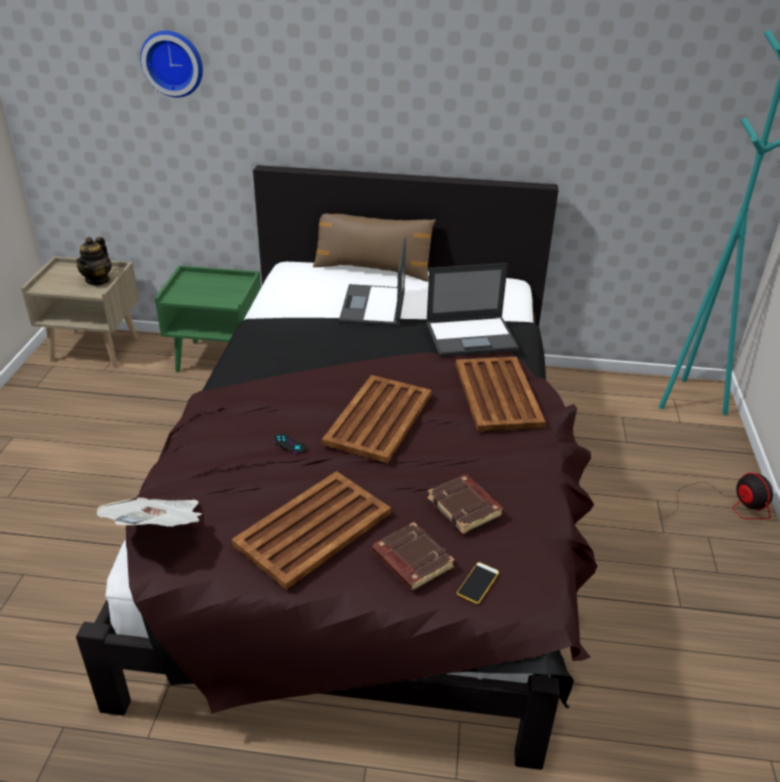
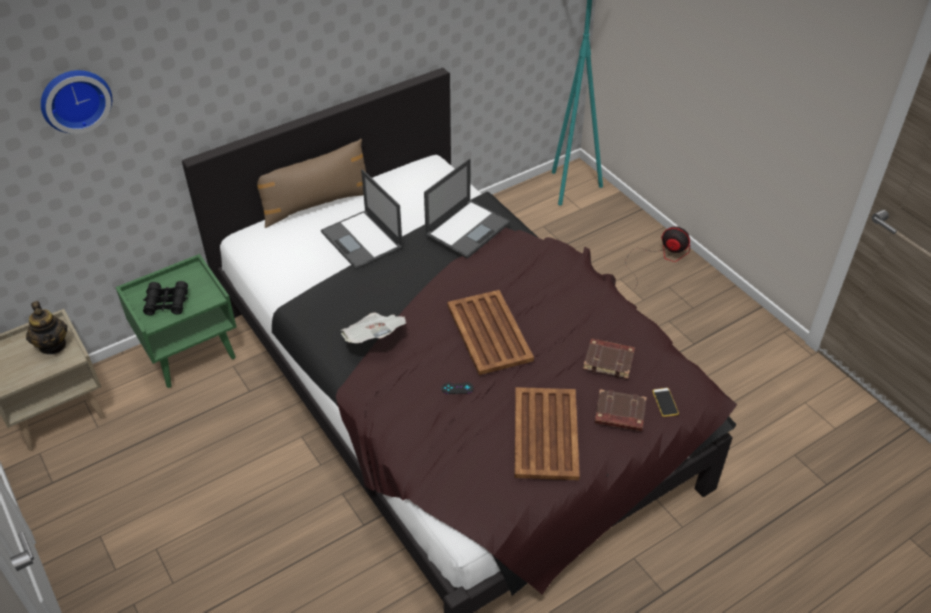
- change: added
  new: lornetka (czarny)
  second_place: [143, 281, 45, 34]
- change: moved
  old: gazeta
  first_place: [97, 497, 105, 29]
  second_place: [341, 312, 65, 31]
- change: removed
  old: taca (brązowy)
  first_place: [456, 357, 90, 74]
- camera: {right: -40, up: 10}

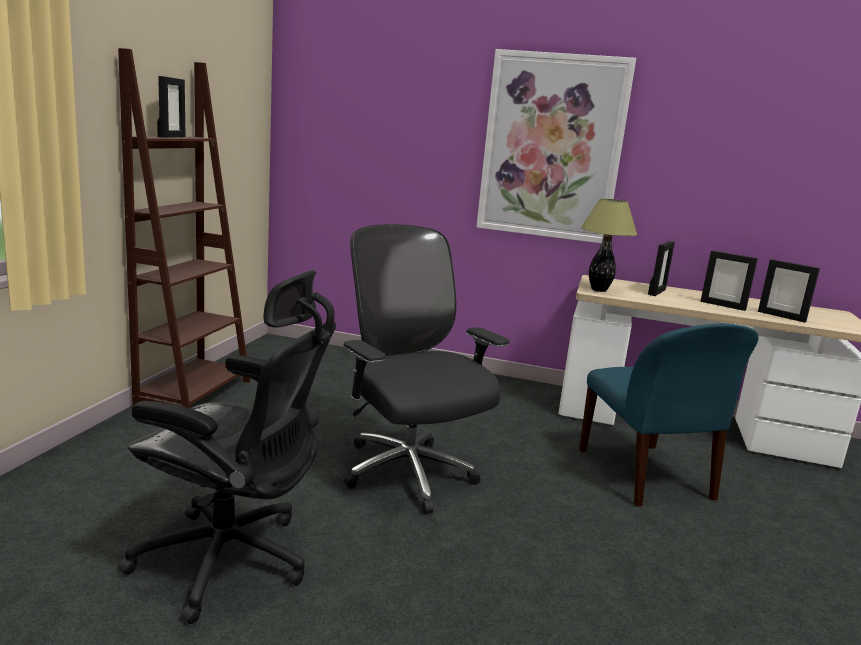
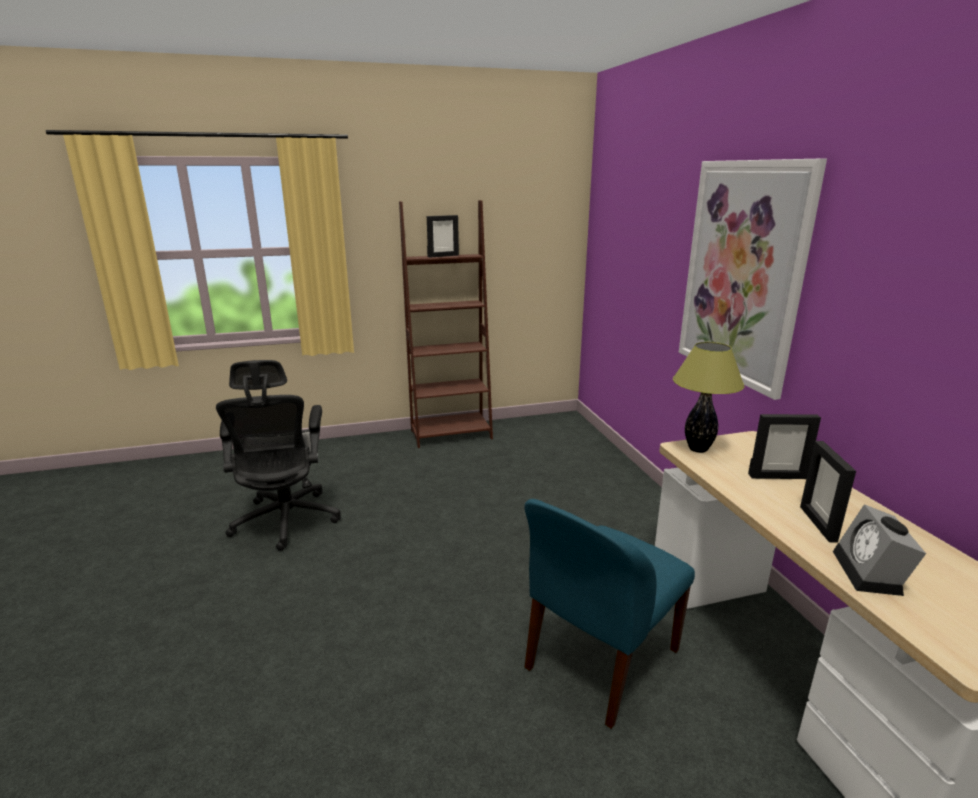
- change: replaced
  old: ramka na zdjęcie
  new: budzik
  first_place: [758, 259, 62, 64]
  second_place: [833, 504, 93, 92]
- change: removed
  old: krzesło biurowe
  first_place: [344, 224, 165, 290]
- camera: {right: 60, up: 5}

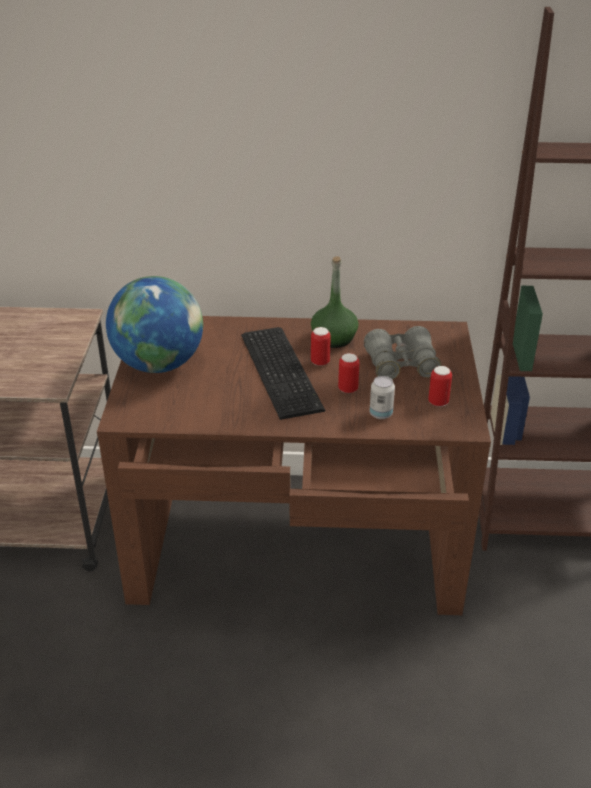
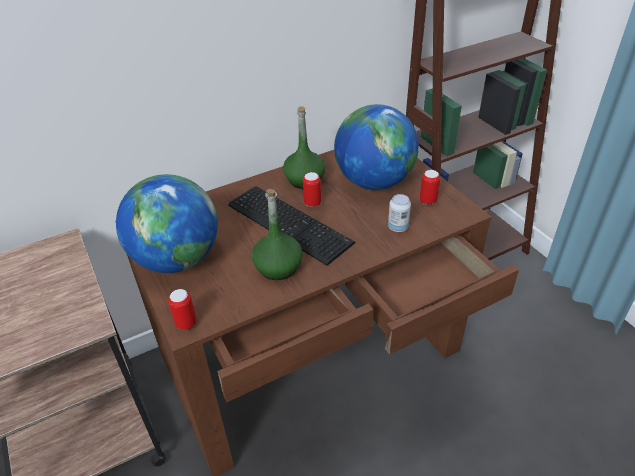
- change: moved
  old: puszka
  first_place: [338, 353, 22, 40]
  second_place: [168, 289, 29, 41]
- change: added
  new: butelka (zielony)
  second_place: [252, 189, 51, 91]
- change: replaced
  old: lornetka (szary)
  new: globus
  first_place: [364, 326, 77, 54]
  second_place: [334, 104, 85, 86]
- camera: {right: -30, up: 5}

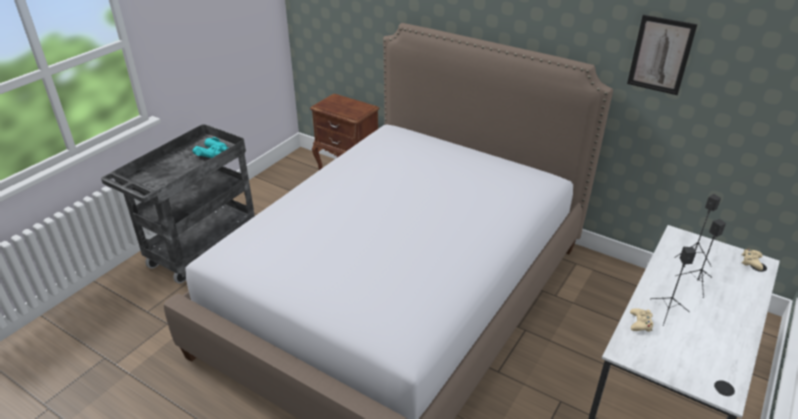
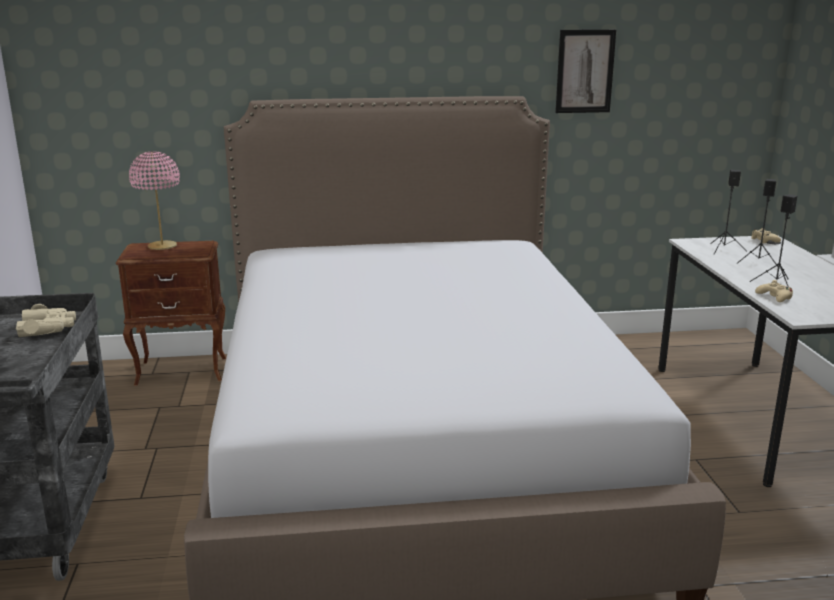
- change: recoloured
  old: lornetka (turkusowy)
  new: lornetka (beżowy)
  first_place: [192, 137, 36, 21]
  second_place: [16, 304, 60, 33]
- change: added
  new: lampa stołowa (różowy)
  second_place: [129, 151, 51, 99]
- camera: {right: -40, up: -15}

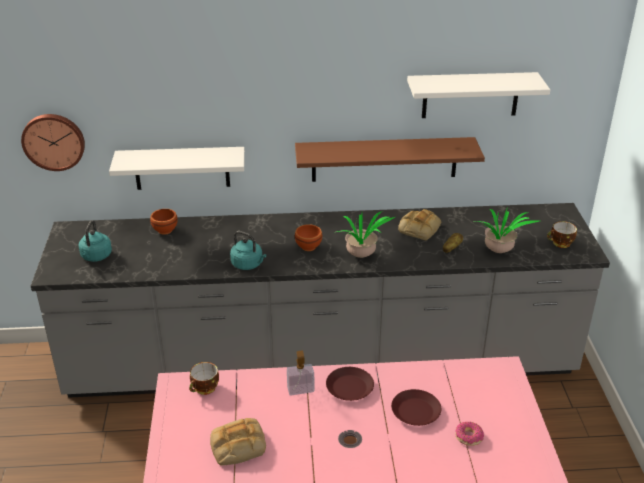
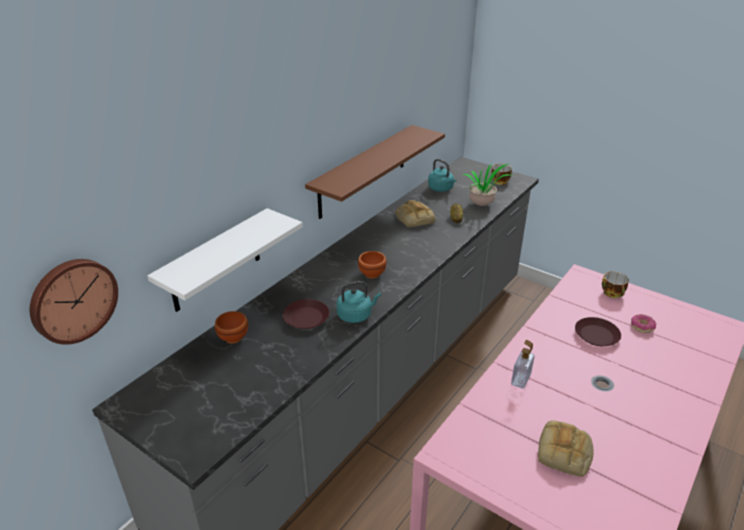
- change: moved
  old: talerz (brązowy)
  first_place: [326, 367, 48, 34]
  second_place: [283, 299, 46, 30]
- change: moved
  old: czajnik (turkusowy)
  first_place: [79, 220, 33, 42]
  second_place: [428, 159, 29, 33]
- change: moved
  old: filiżanka
  first_place: [189, 362, 30, 33]
  second_place: [602, 271, 27, 27]
- change: removed
  old: roślina doniczkowa
  first_place: [337, 211, 58, 47]
- change: removed
  old: półka (biały)
  first_place: [407, 72, 143, 46]
- camera: {right: -50, up: 0}

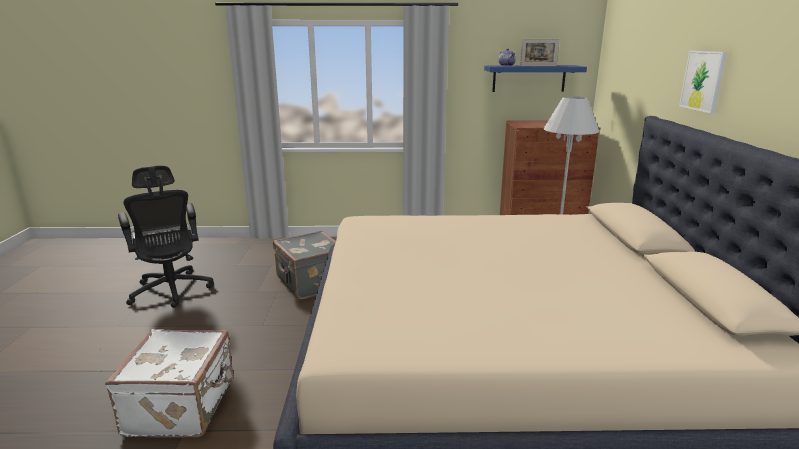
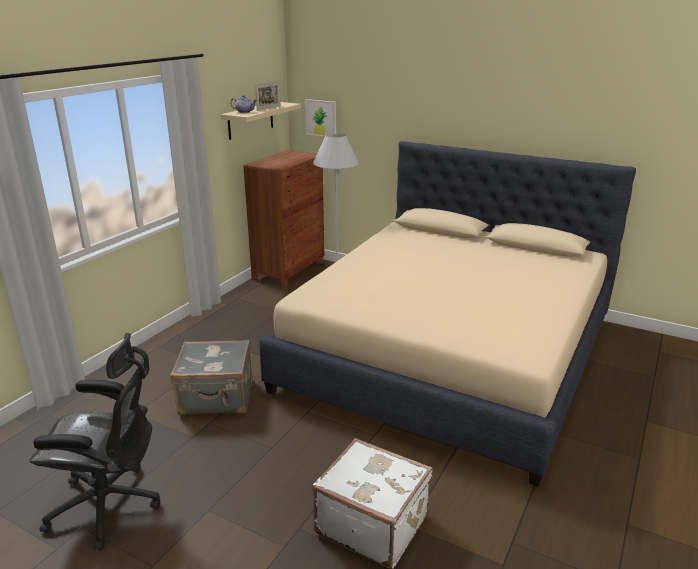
- change: recoloured
  old: półka (niebieski)
  new: półka (beżowy)
  first_place: [484, 65, 103, 27]
  second_place: [221, 102, 80, 38]
- change: moved
  old: obraz
  first_place: [679, 51, 48, 63]
  second_place: [305, 99, 31, 38]
- camera: {right: -60, up: 5}

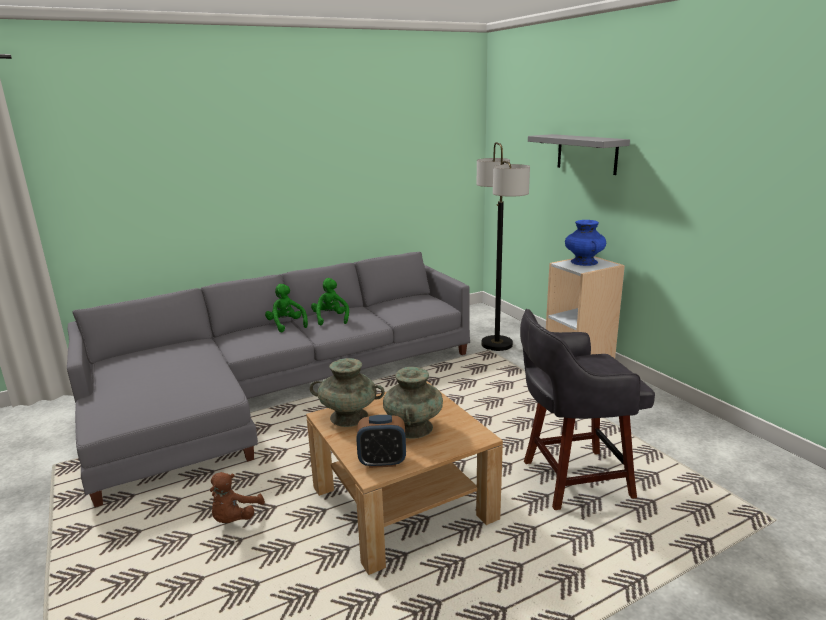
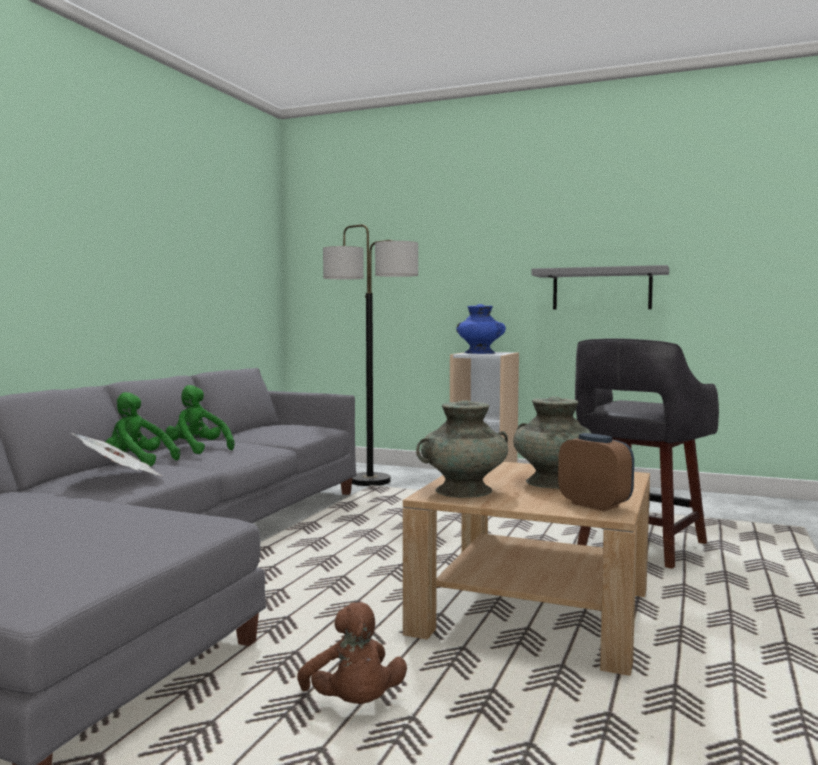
- change: added
  new: gazeta
  second_place: [70, 433, 92, 43]
- change: moved
  old: półka (szary)
  first_place: [528, 134, 102, 41]
  second_place: [531, 265, 138, 45]
- change: turned
  old: budzik
  first_place: [356, 415, 50, 53]
  second_place: [558, 433, 76, 78]
  degrees: -90
- camera: {right: -40, up: -15}

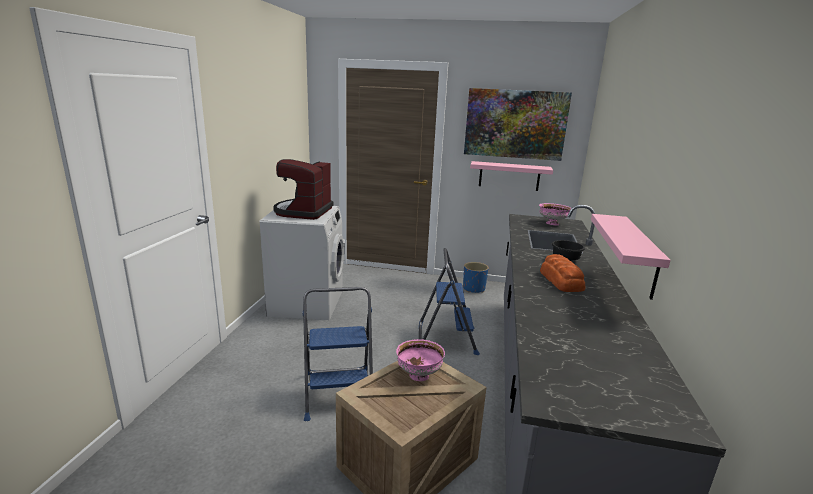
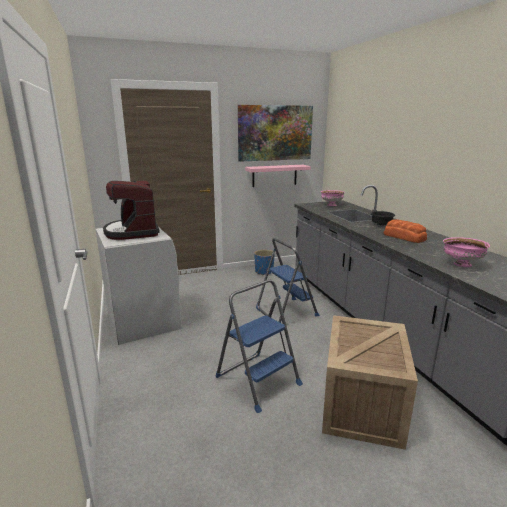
- change: moved
  old: miska (różowy)
  first_place: [396, 339, 49, 42]
  second_place: [443, 237, 47, 30]
- change: removed
  old: półka (różowy)
  first_place: [591, 214, 80, 86]
- camera: {right: -30, up: 0}

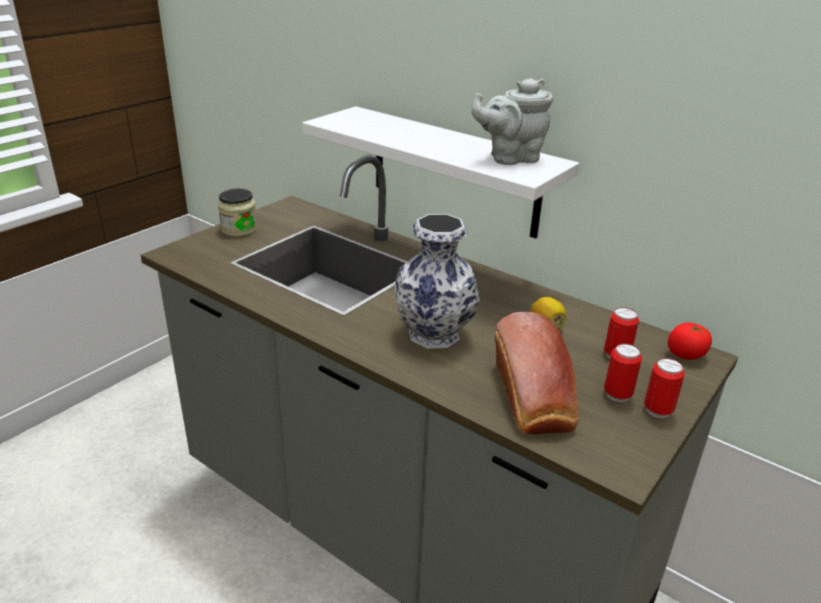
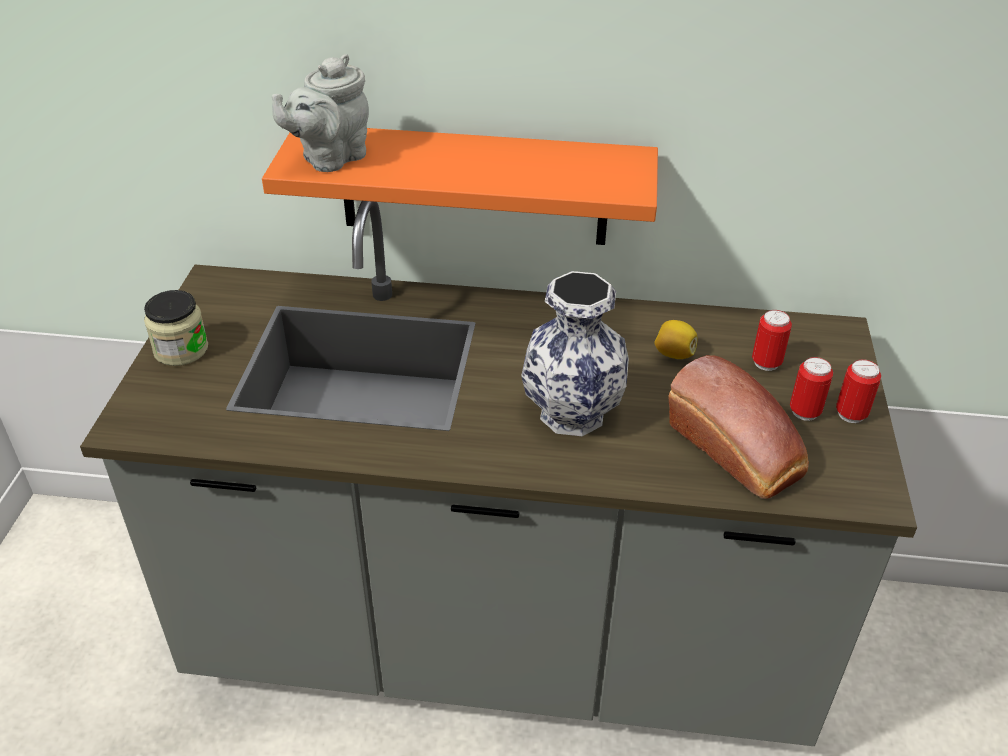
- change: recoloured
  old: półka (biały)
  new: półka (pomarańczowy)
  first_place: [302, 106, 277, 133]
  second_place: [262, 128, 396, 117]
- change: moved
  old: imbryk (szary)
  first_place: [471, 78, 82, 87]
  second_place: [272, 54, 97, 118]
- change: removed
  old: pomidor
  first_place: [668, 323, 44, 37]
- camera: {right: -30, up: 10}

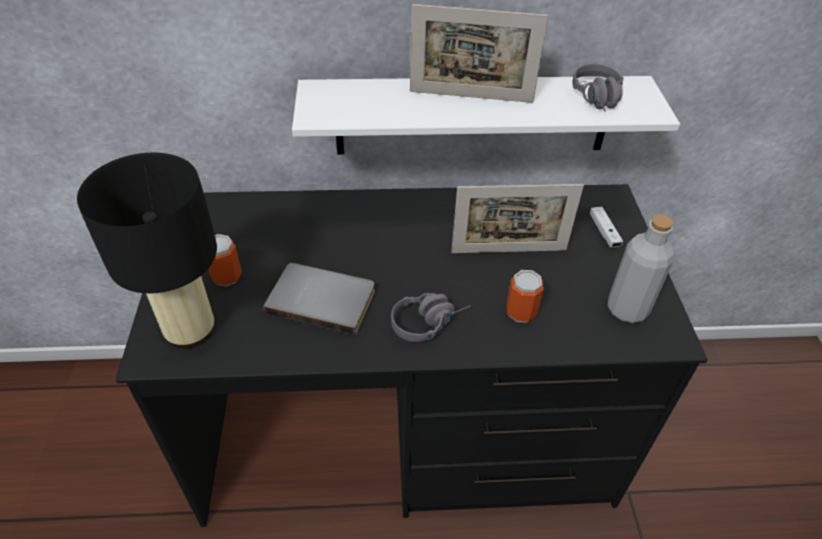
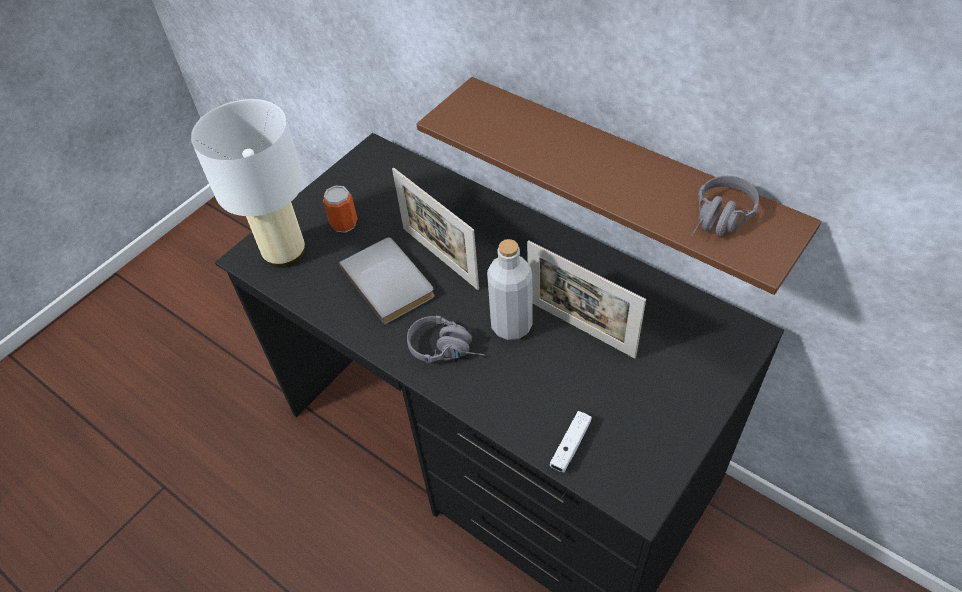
- change: recoloured
  old: lampa stołowa (czarny)
  new: lampa stołowa (biały)
  first_place: [77, 153, 140, 196]
  second_place: [191, 99, 114, 169]
- change: moved
  old: ramka na zdjęcie
  first_place: [410, 4, 138, 99]
  second_place: [392, 168, 87, 122]
- change: recoloured
  old: półka (biały)
  new: półka (brązowy)
  first_place: [292, 76, 388, 78]
  second_place: [417, 77, 404, 218]
- change: moved
  old: butelka (szary)
  first_place: [608, 214, 65, 109]
  second_place: [487, 239, 46, 101]
- change: moved
  old: pad do gier (biały)
  first_place: [590, 207, 33, 41]
  second_place: [550, 411, 42, 61]
- change: removed
  old: puszka
  first_place: [506, 270, 38, 53]
- camera: {right: 45, up: 5}

